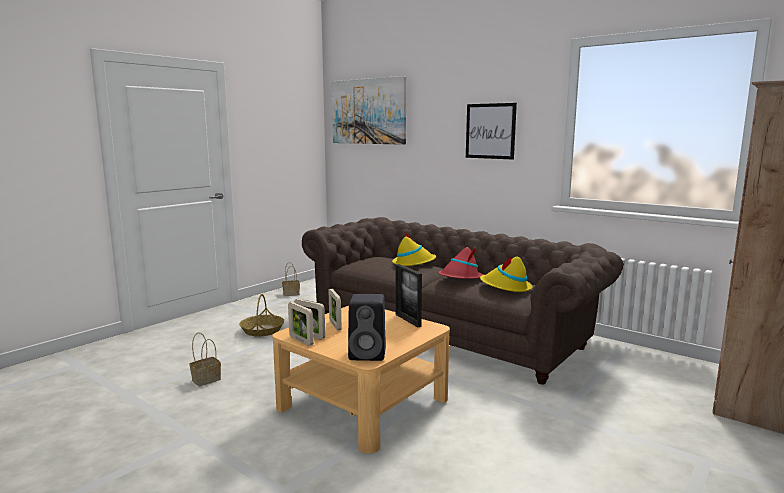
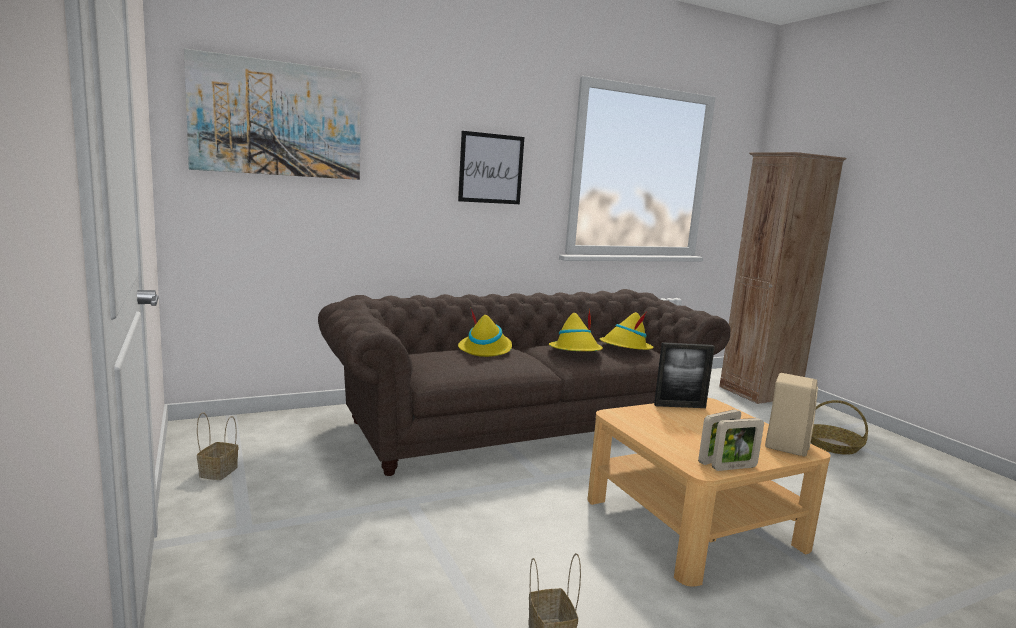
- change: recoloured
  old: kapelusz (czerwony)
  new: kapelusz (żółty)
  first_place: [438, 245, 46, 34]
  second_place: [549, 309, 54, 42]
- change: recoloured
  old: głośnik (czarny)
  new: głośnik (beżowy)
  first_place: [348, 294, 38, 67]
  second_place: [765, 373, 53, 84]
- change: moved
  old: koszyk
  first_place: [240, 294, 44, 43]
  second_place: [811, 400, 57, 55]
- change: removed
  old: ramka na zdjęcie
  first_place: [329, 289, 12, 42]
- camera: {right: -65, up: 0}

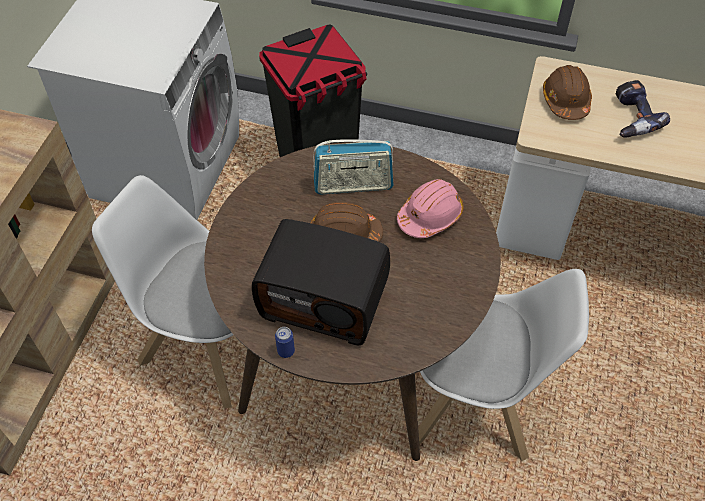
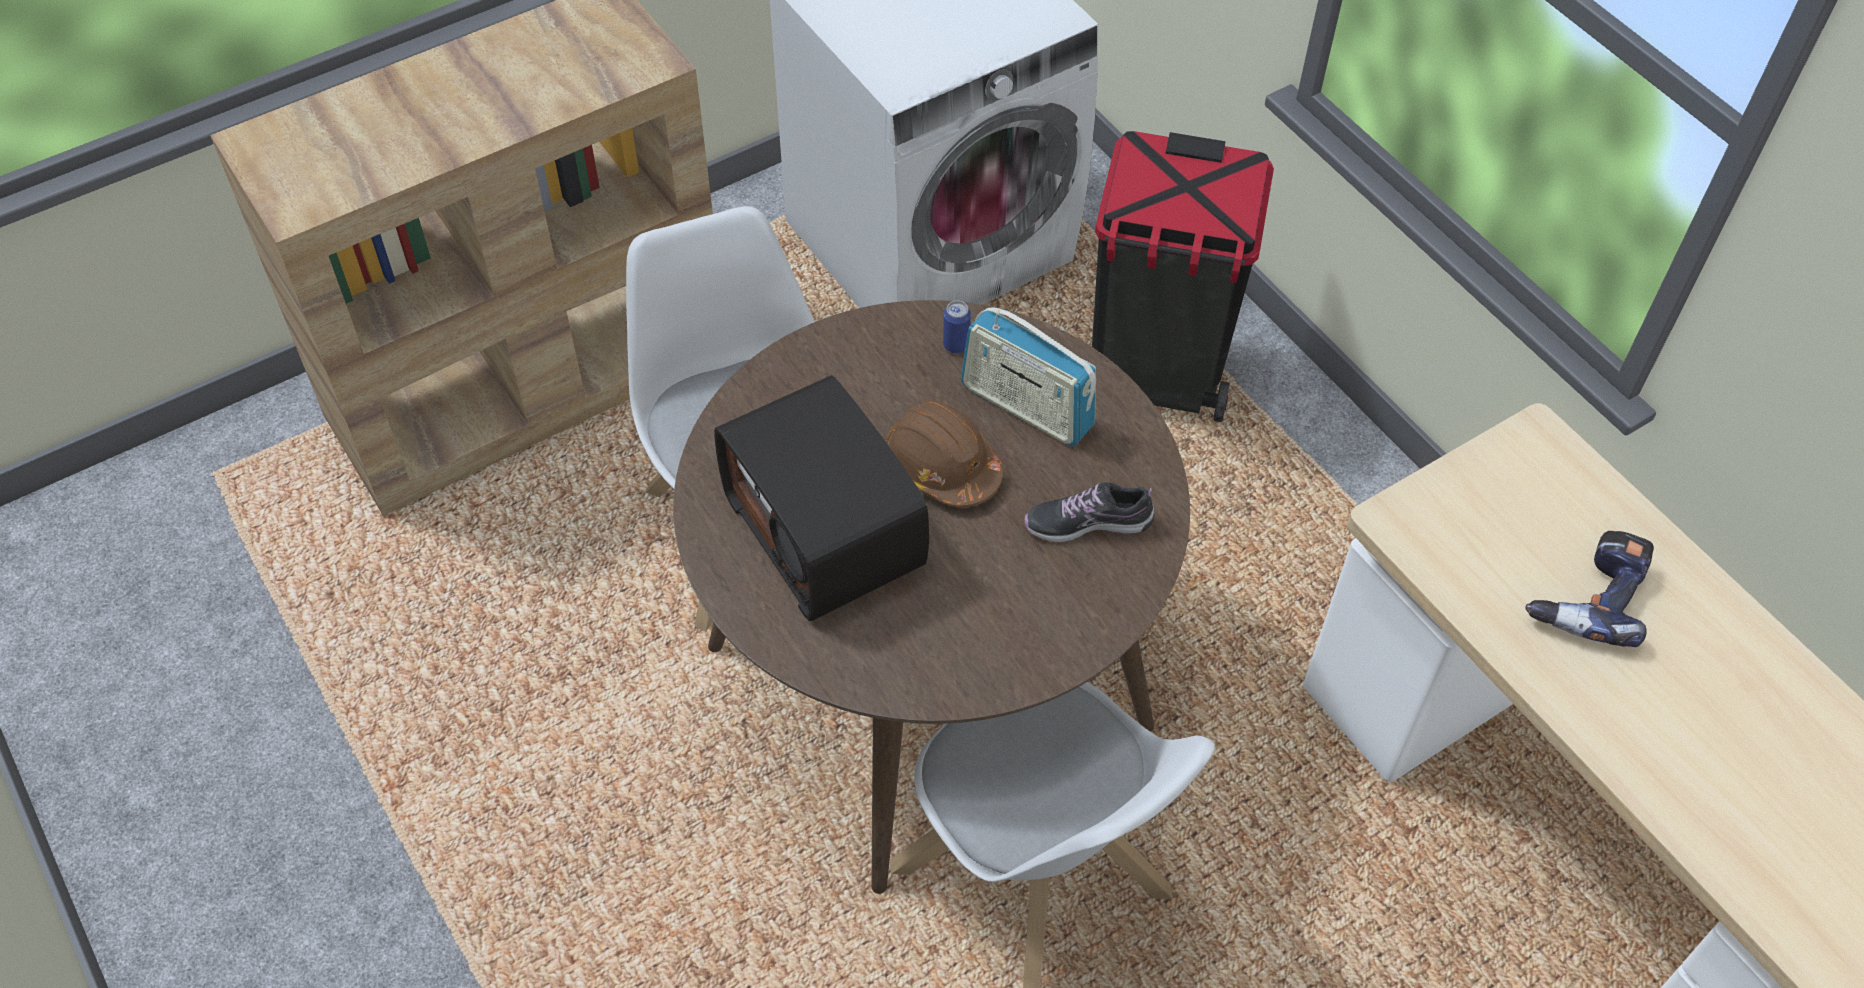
- change: moved
  old: puszka
  first_place: [275, 327, 20, 31]
  second_place: [943, 301, 28, 53]
- change: replaced
  old: kask (różowy)
  new: but
  first_place: [397, 179, 67, 59]
  second_place: [1024, 482, 130, 60]
- change: removed
  old: kask (brązowy)
  first_place: [543, 65, 49, 55]
- camera: {right: 40, up: 0}

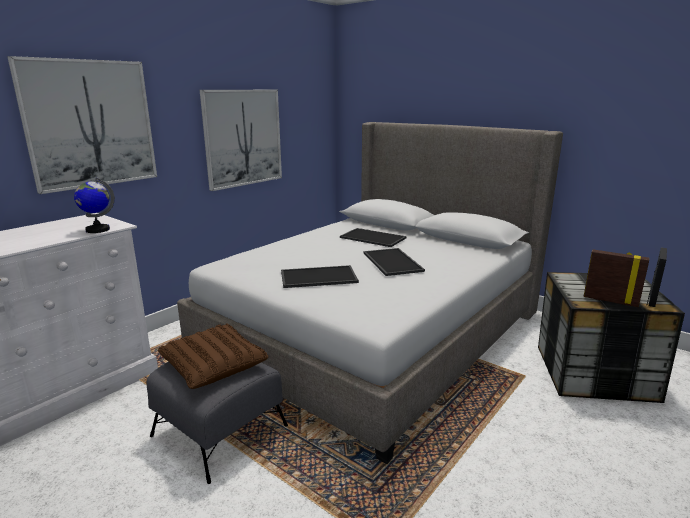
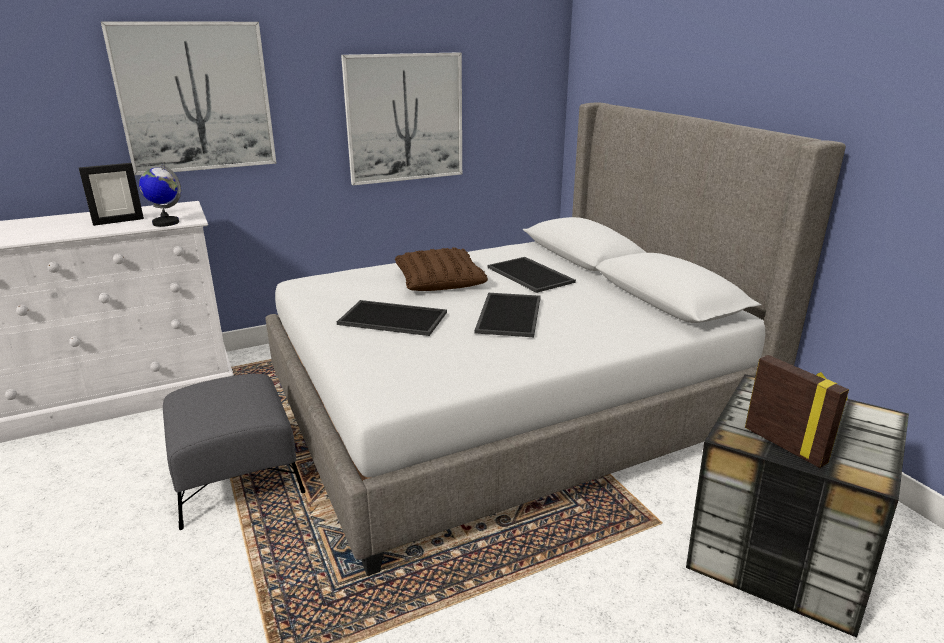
- change: moved
  old: ramka na zdjęcie
  first_place: [646, 247, 21, 60]
  second_place: [79, 163, 65, 63]
- change: moved
  old: poduszka (brązowy)
  first_place: [158, 324, 110, 65]
  second_place: [395, 247, 93, 44]
- camera: {right: 25, up: 5}

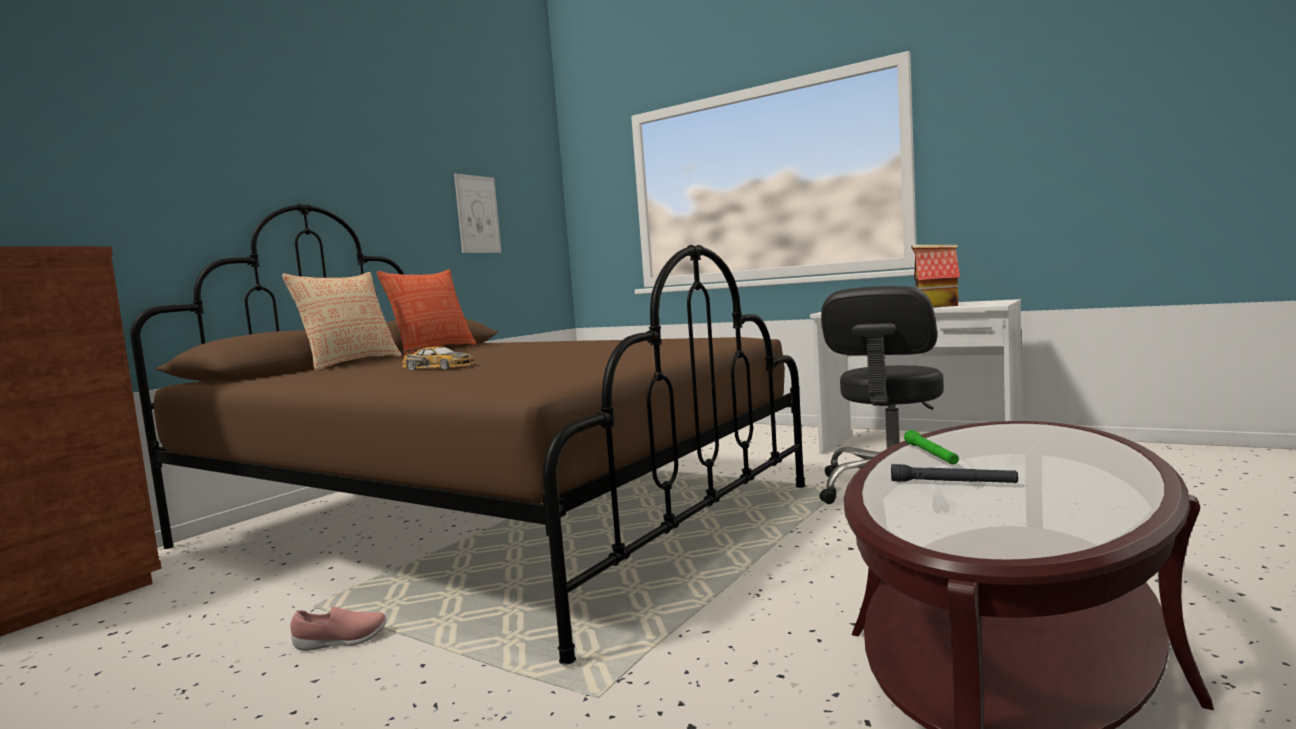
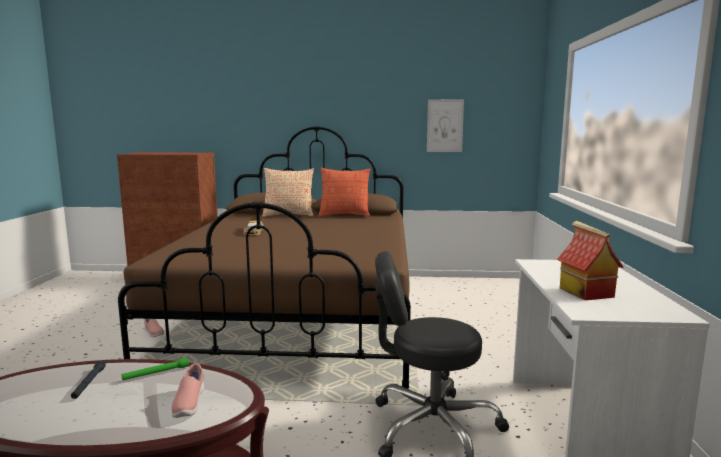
- change: added
  new: but (różowy)
  second_place: [172, 363, 32, 55]
- camera: {right: 60, up: 5}

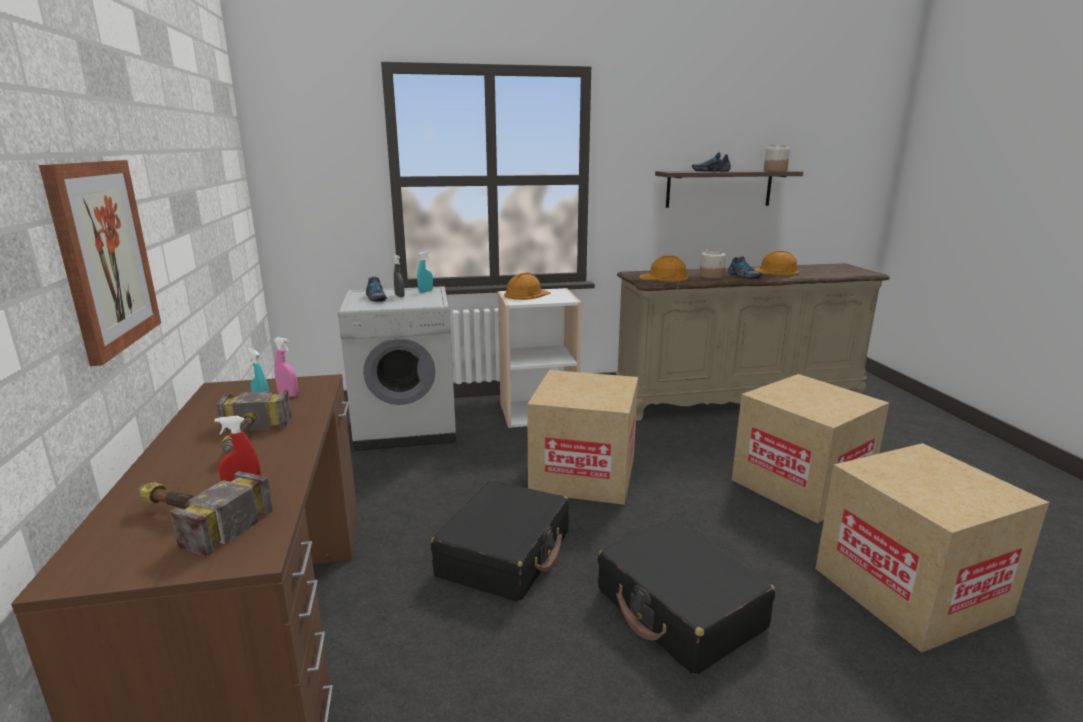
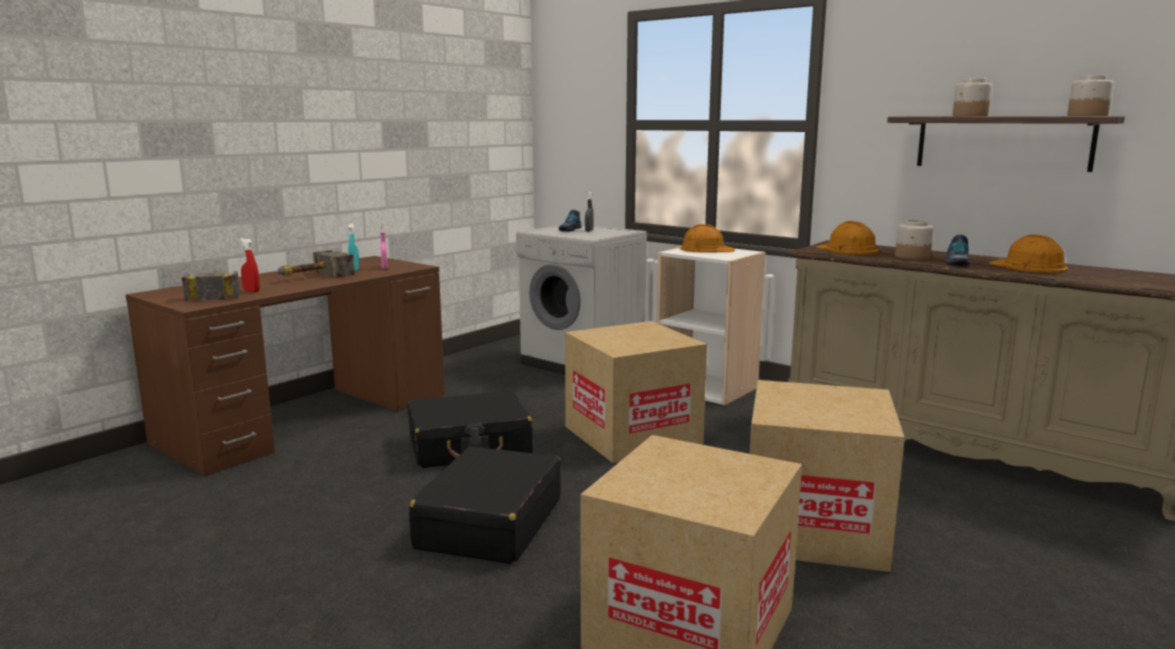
- change: replaced
  old: but
  new: słoik
  first_place: [692, 152, 39, 20]
  second_place: [953, 78, 39, 38]
- change: removed
  old: obraz
  first_place: [39, 160, 122, 206]
- change: removed
  old: spryskiwacz (turkusowy)
  first_place: [417, 251, 16, 42]
- camera: {right: 50, up: -5}

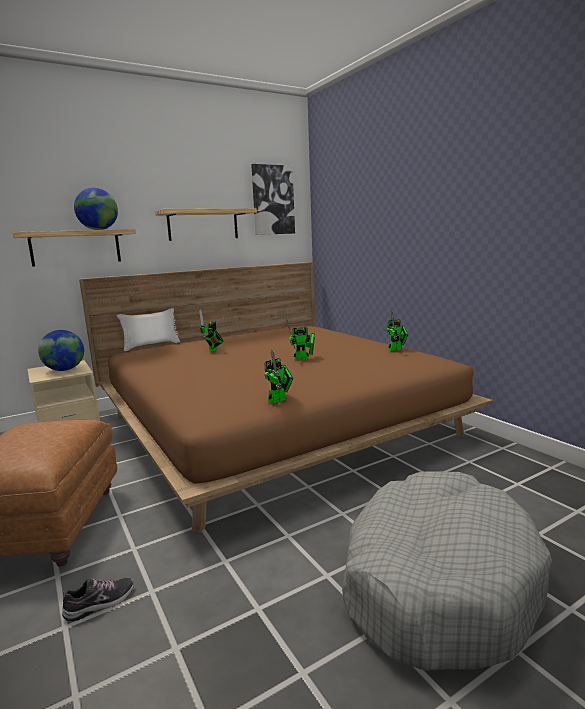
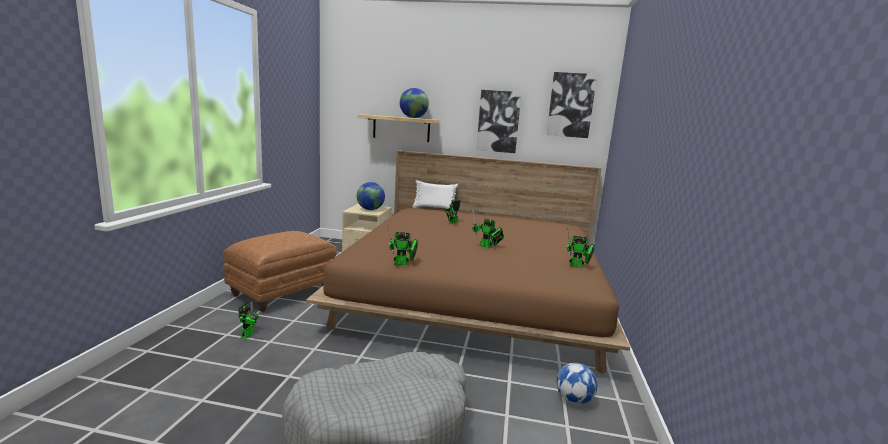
- change: replaced
  old: but
  new: robot zabawkowy
  first_place: [62, 578, 72, 43]
  second_place: [238, 301, 21, 38]
- change: replaced
  old: półka
  new: obraz
  first_place: [155, 208, 102, 33]
  second_place: [476, 90, 46, 63]
- change: added
  new: piłka futbolowa
  second_place: [557, 363, 41, 41]
- camera: {right: 40, up: 0}

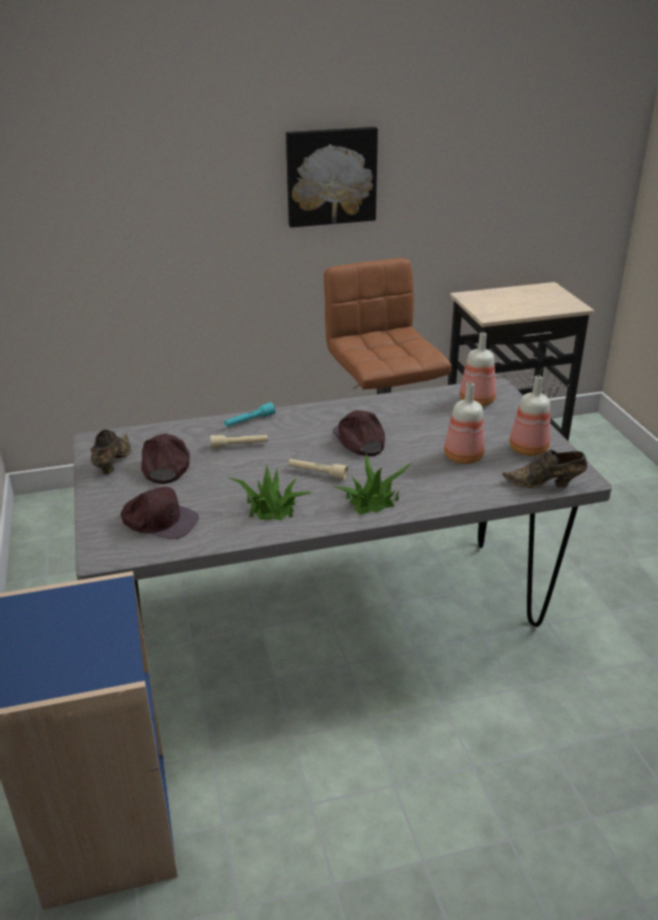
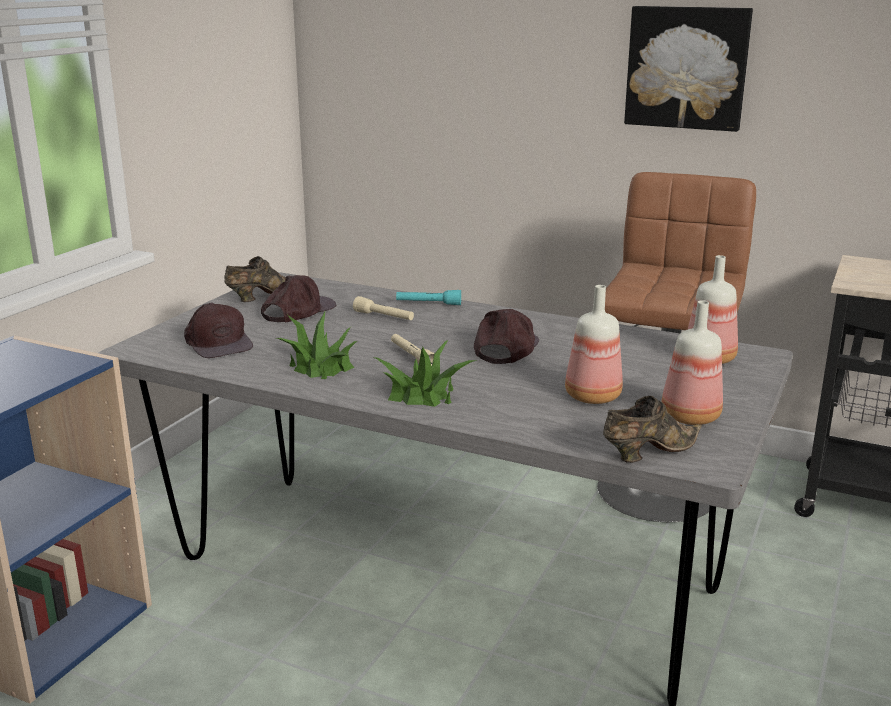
- change: turned
  old: but (brązowy)
  first_place: [502, 449, 85, 39]
  second_place: [603, 396, 99, 67]
  degrees: 105
- camera: {right: 40, up: -10}

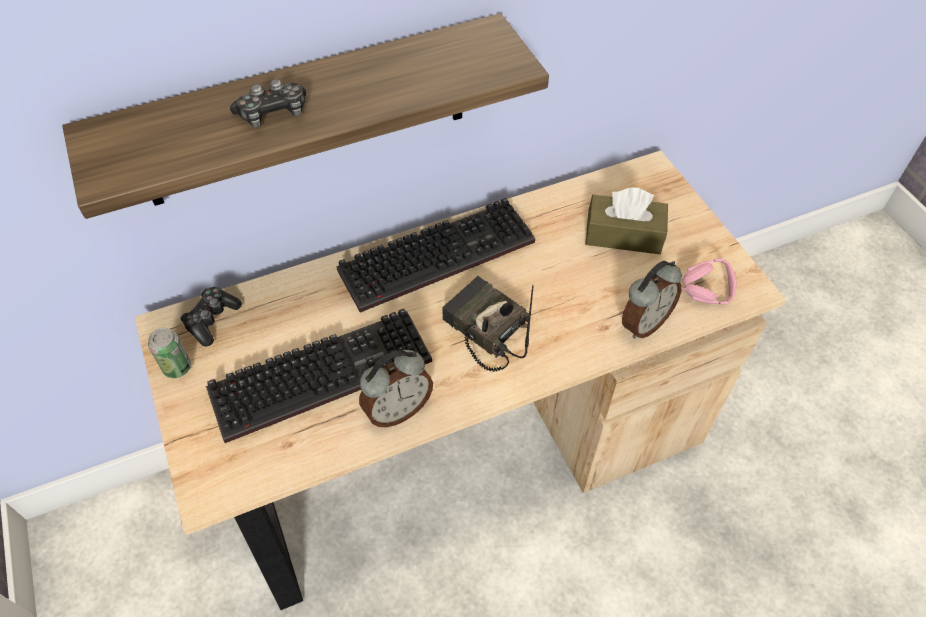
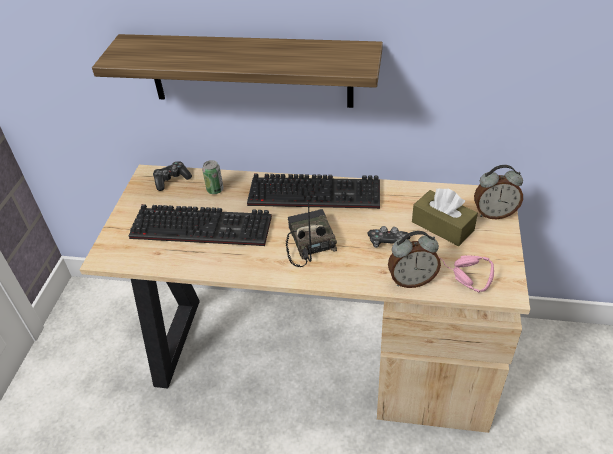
- change: moved
  old: puszka
  first_place: [148, 328, 43, 50]
  second_place: [202, 160, 22, 34]
- change: moved
  old: pad do gier
  first_place: [230, 79, 76, 48]
  second_place: [368, 226, 43, 22]
- change: moved
  old: budzik
  first_place: [359, 350, 74, 77]
  second_place: [474, 165, 49, 54]
- camera: {right: 35, up: -10}

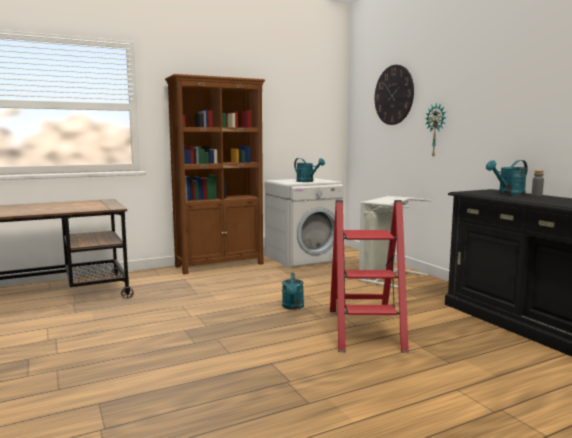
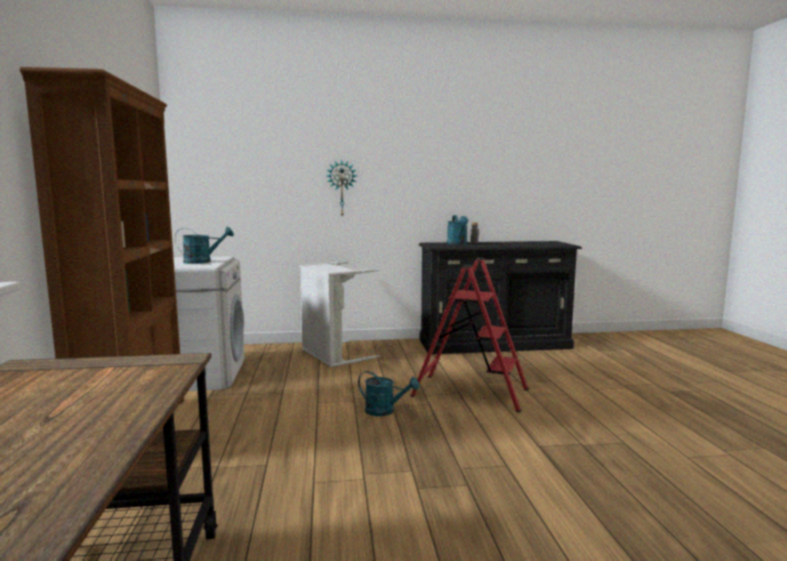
- change: removed
  old: zegar ścienny
  first_place: [375, 65, 39, 60]
- camera: {right: -70, up: 0}

